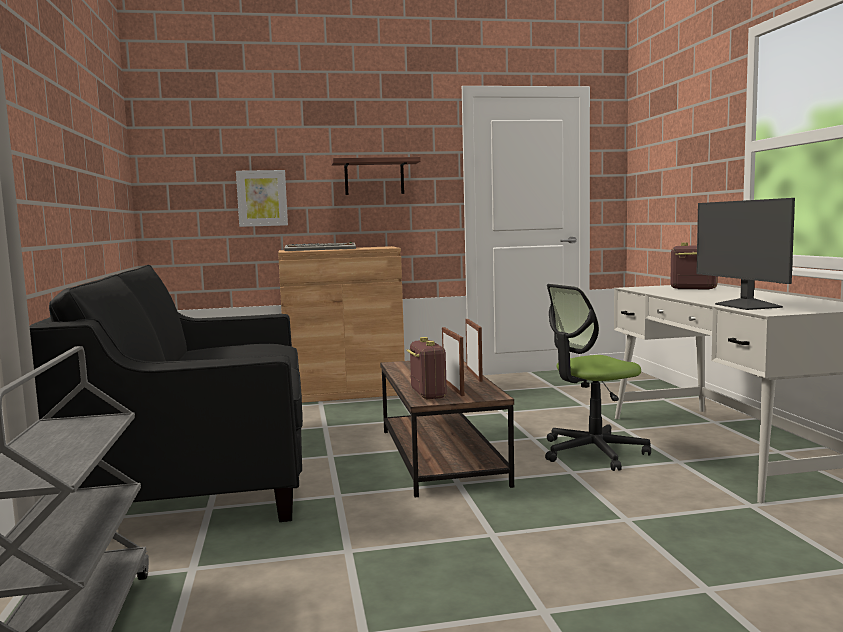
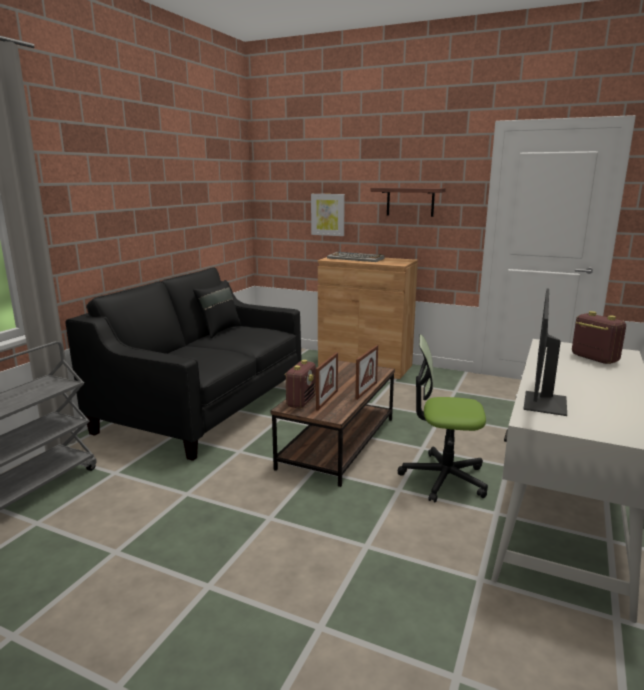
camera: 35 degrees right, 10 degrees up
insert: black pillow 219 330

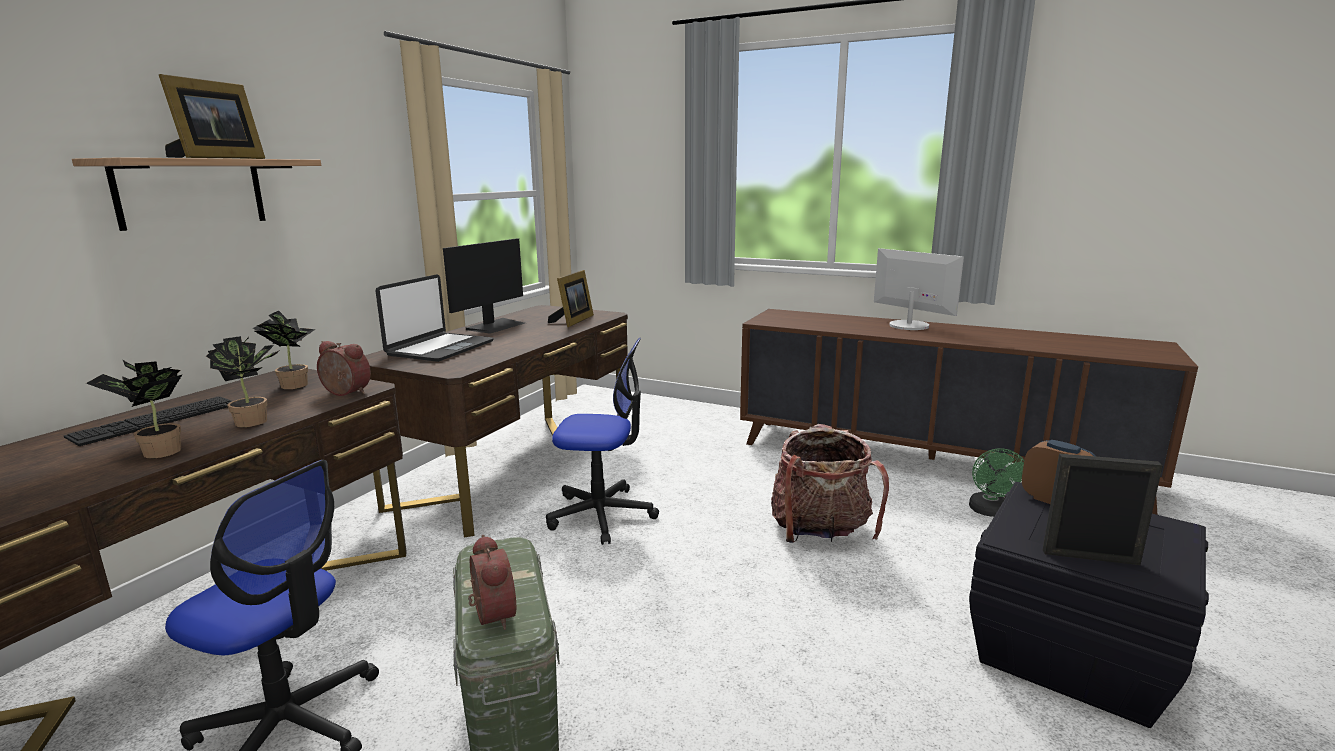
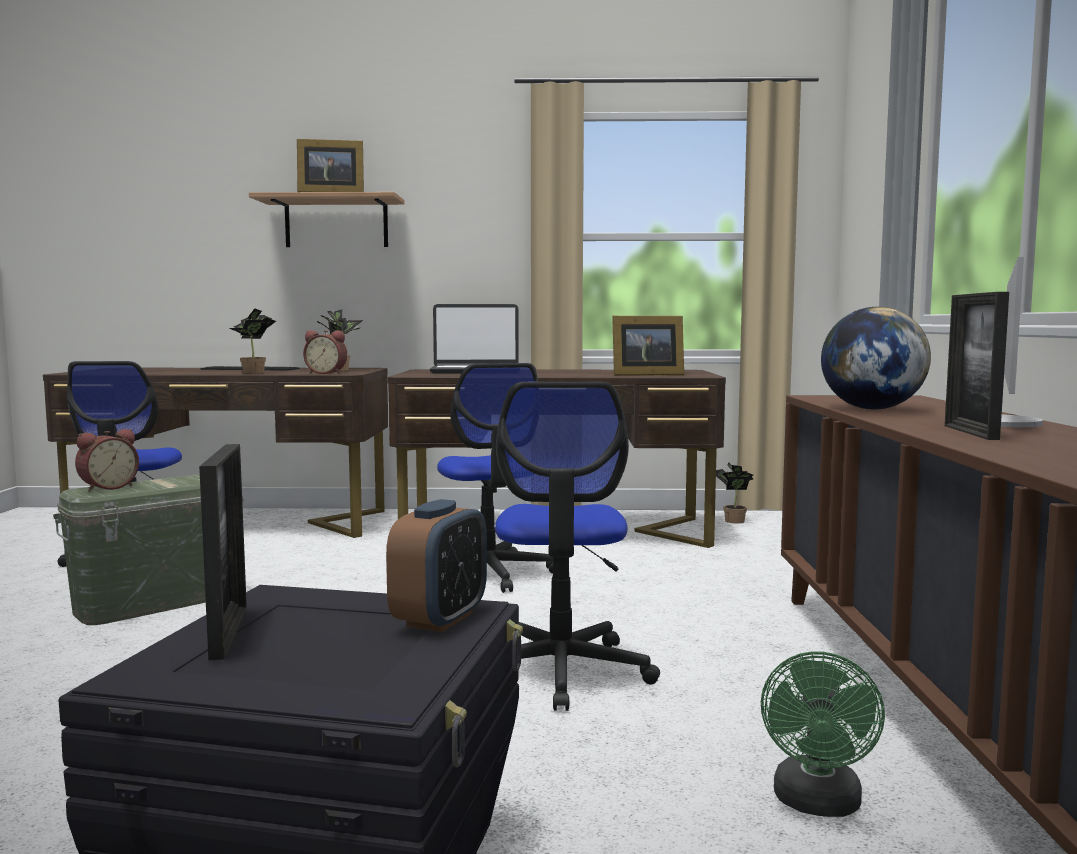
camera: 65 degrees right, 10 degrees down
delete: computer screen 495 326
insert: photo frame 970 432; desk globe 872 409
move: houseplant 156 453 to 731 521
replace: rucksack 820 532 to office chair 561 671
rotate: alarm clock 344 393 = 327 373 105 degrees clockwise; greenish electric fan 990 512 = 817 804 60 degrees counterclockwise

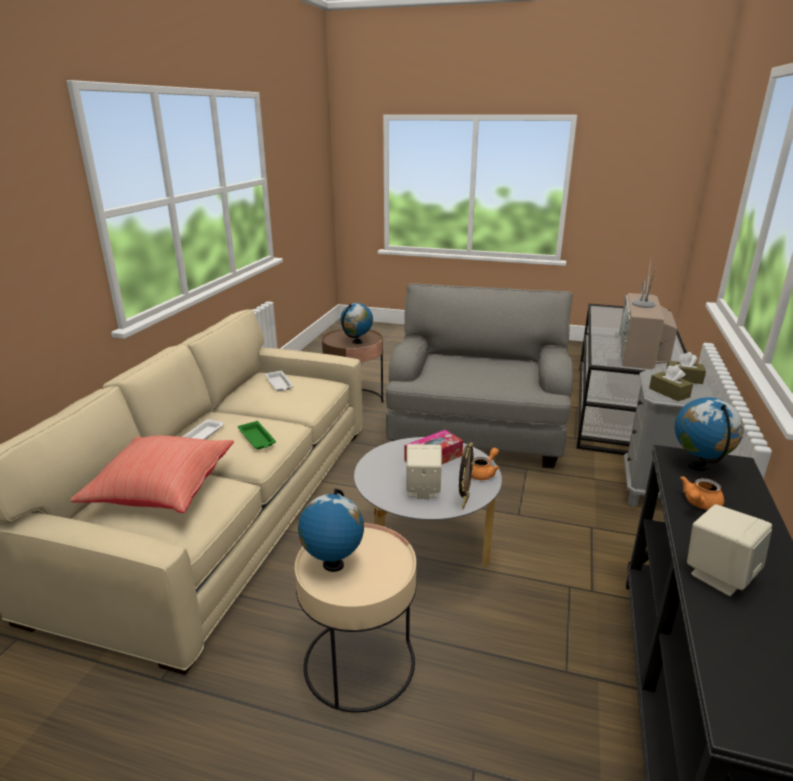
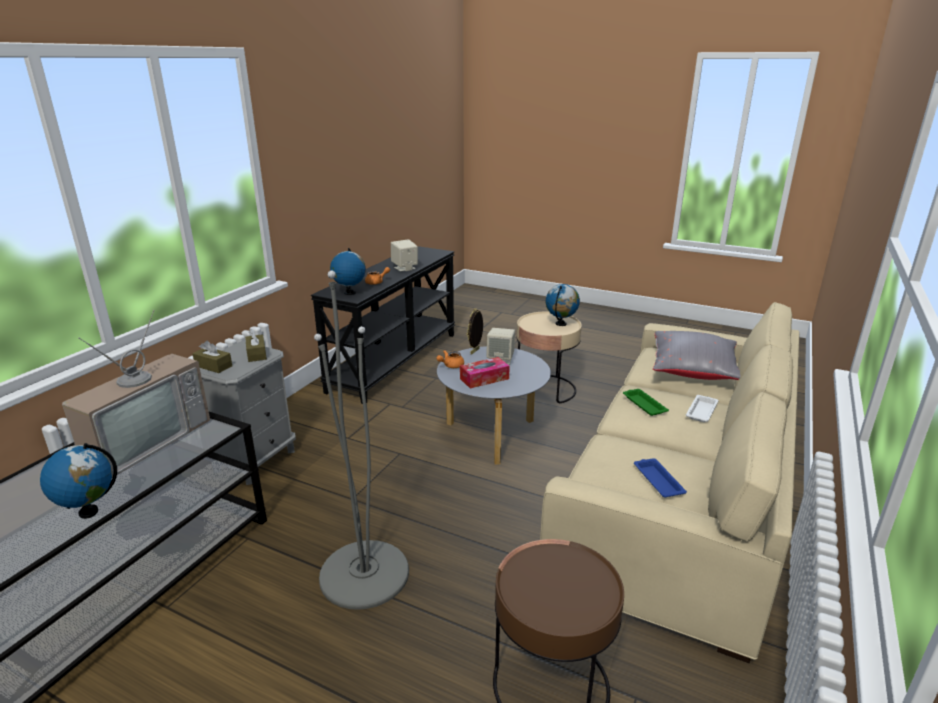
camera: 170 degrees left, 0 degrees up
move: desk globe 357 342 to 88 512
replace: gray easy chair 477 429 to gray floor lamp 364 574
recolor: whitish tray 279 384 to bluish tray 657 480; red pillow 161 491 to gray pillow 694 371

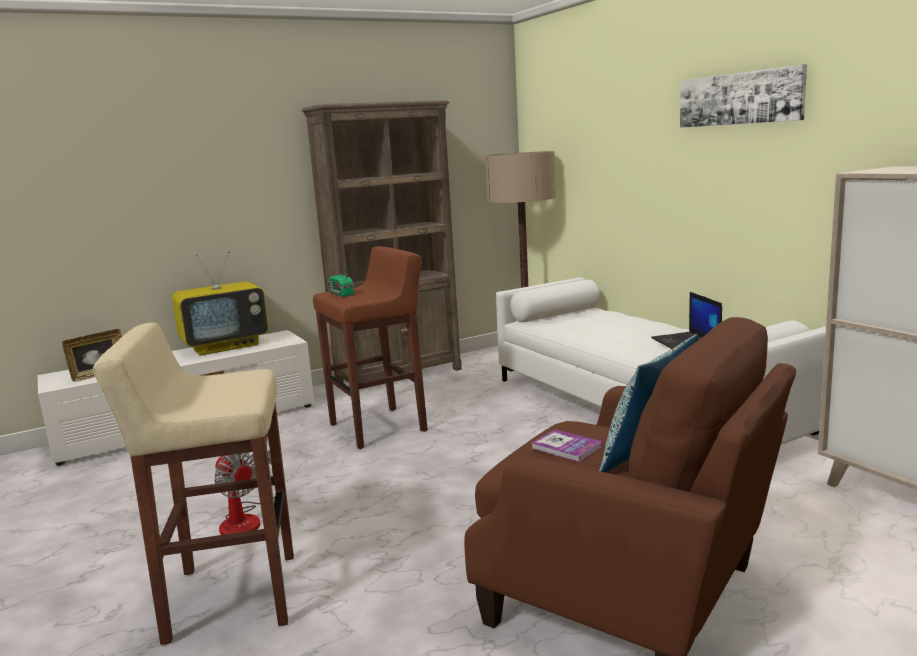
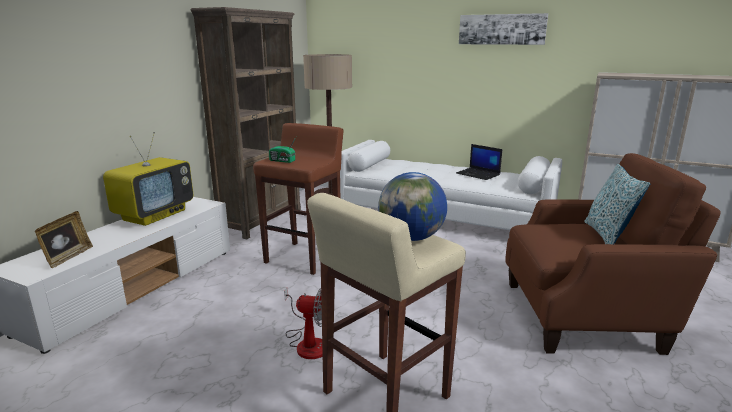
camera: 35 degrees left, 5 degrees up
delete: volume 566 447
insert: desk globe 411 238

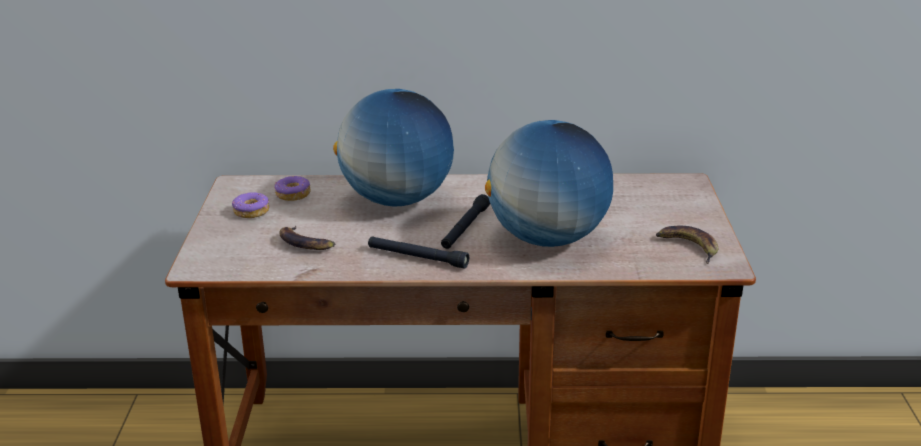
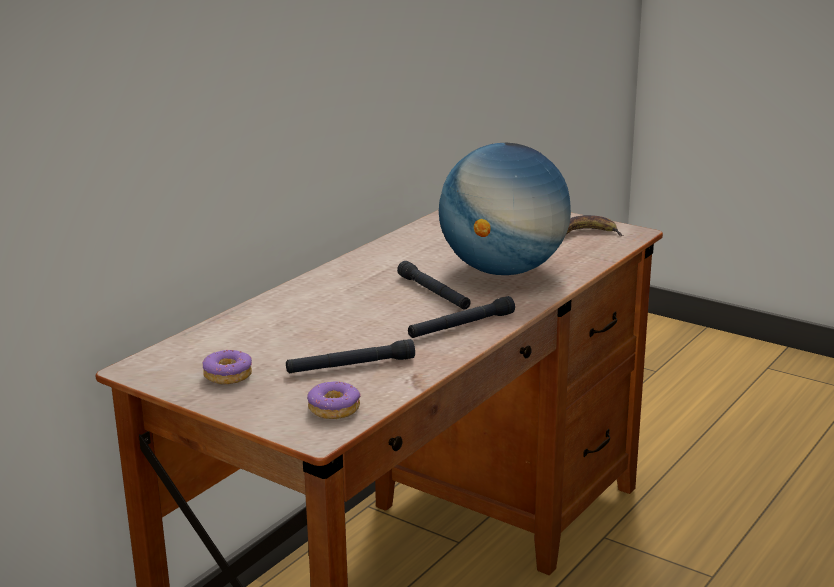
camera: 55 degrees left, 5 degrees down
delete: desk globe 397 200
move: doughnut 293 194 to 334 409
replace: banana 305 243 to black hand torch 350 366

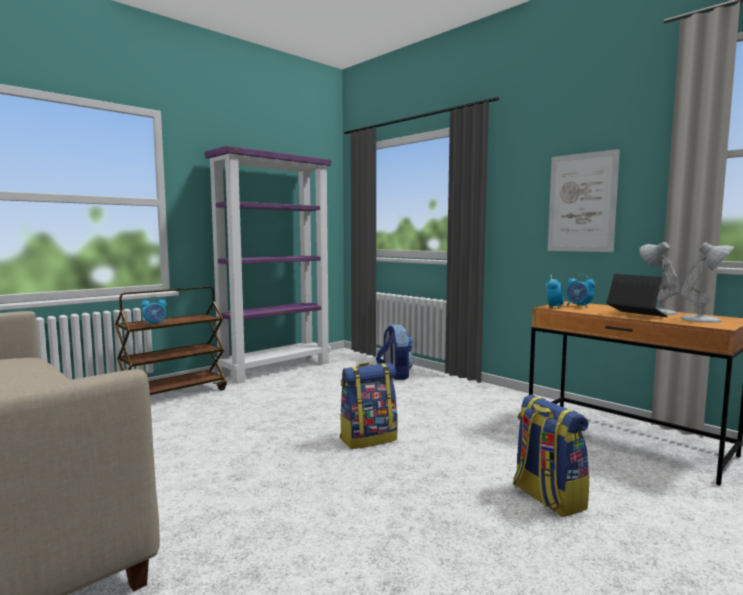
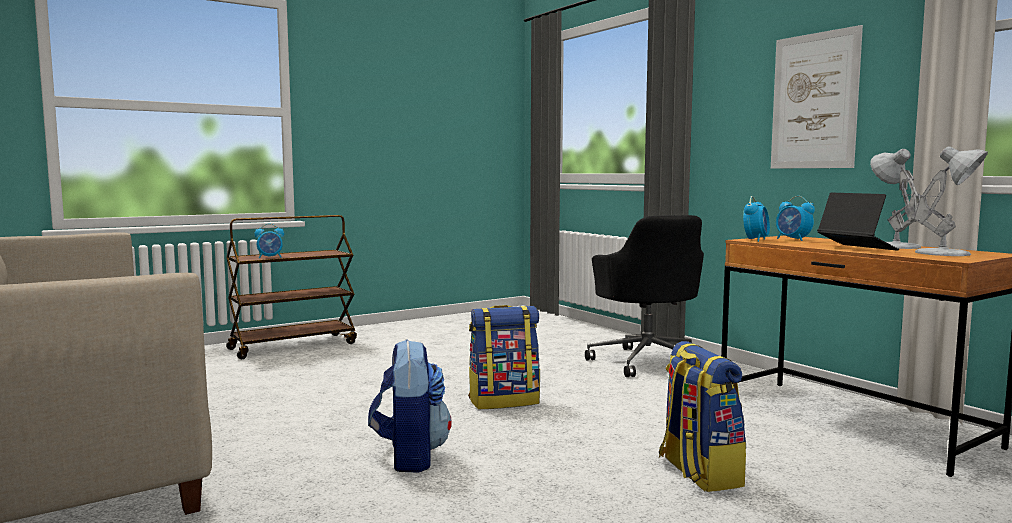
camera: 10 degrees right, 0 degrees up
delete: purplish bookcase 276 368
insert: black office chair 647 361
move: rucksack 395 375 to 409 456

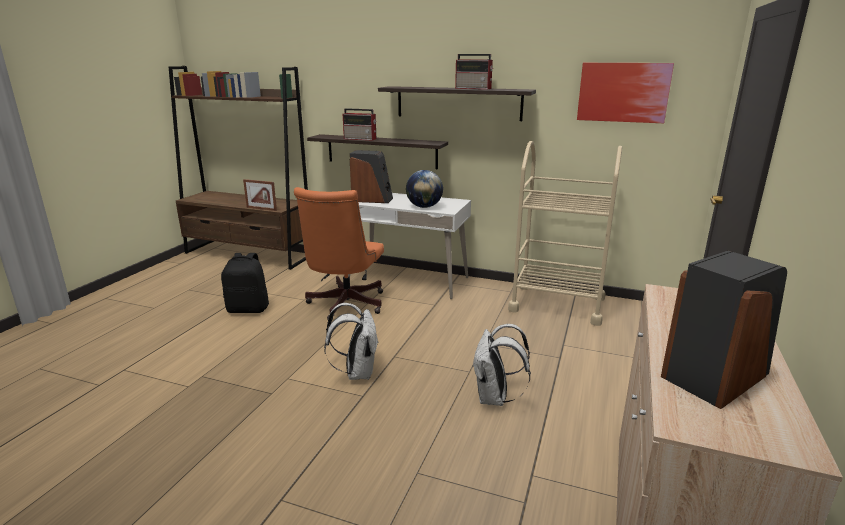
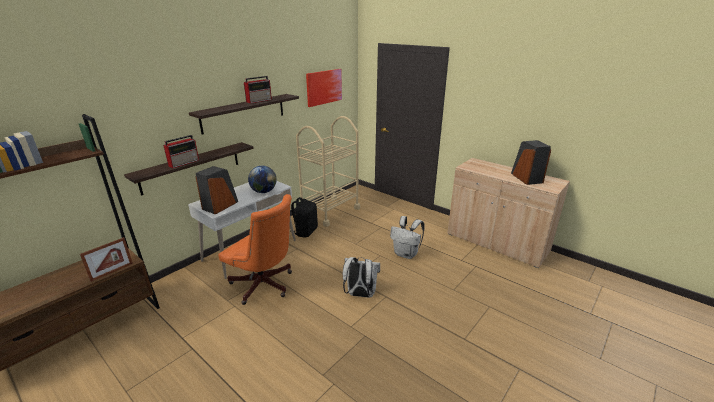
camera: 70 degrees left, 5 degrees up
move: black rucksack 248 309 to 305 231

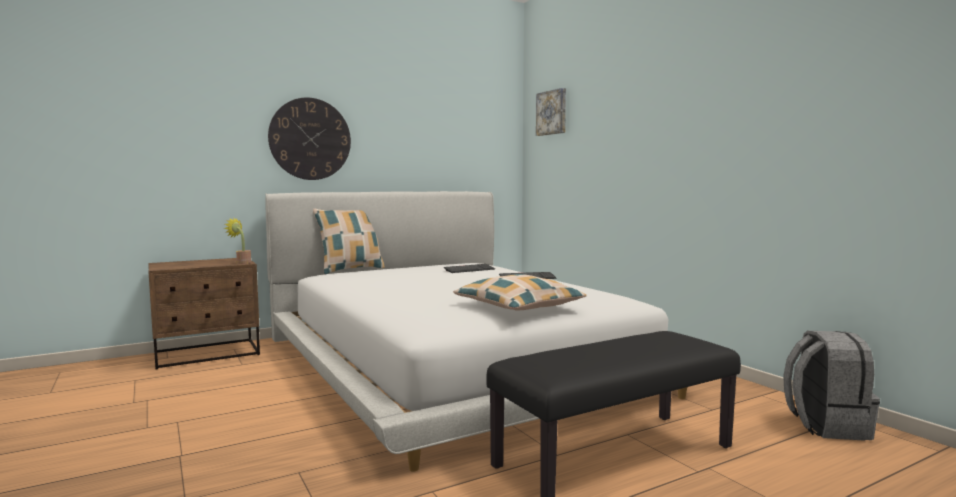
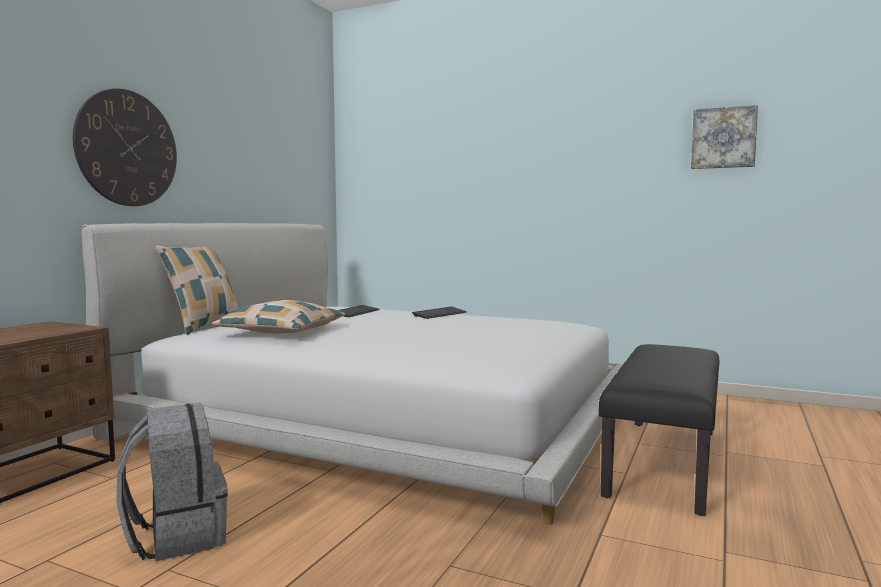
camera: 35 degrees left, 0 degrees up
delete: houseplant 241 262
move: wall art 552 112 to 723 138; pillow 518 307 to 282 332; gray rucksack 825 426 to 177 536

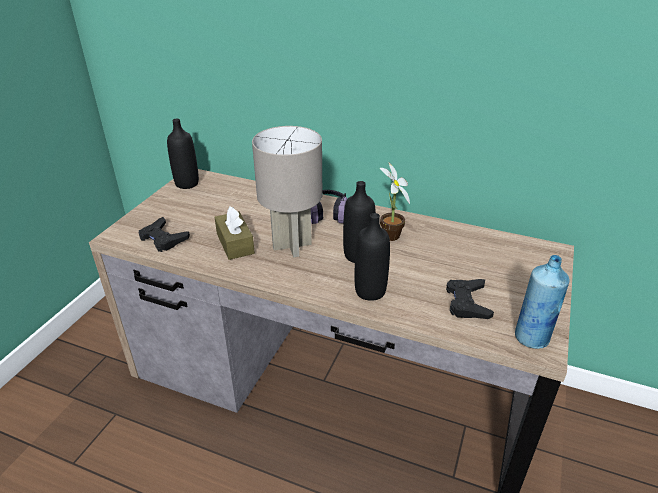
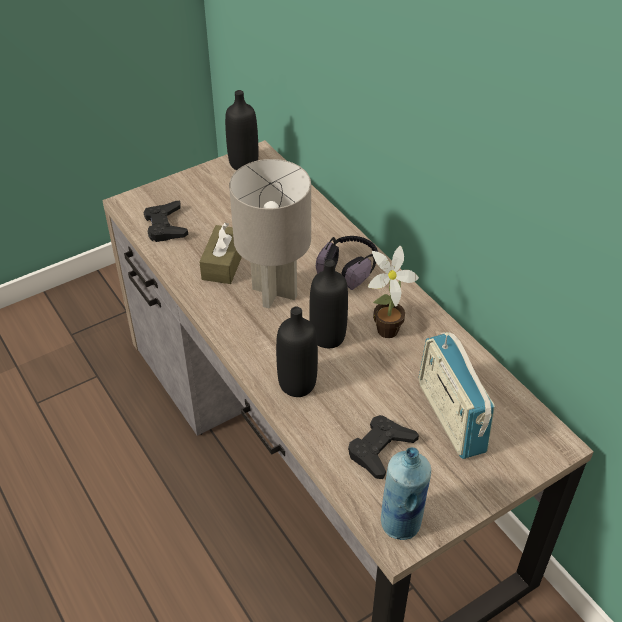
camera: 35 degrees right, 10 degrees up
insert: radio 450 417

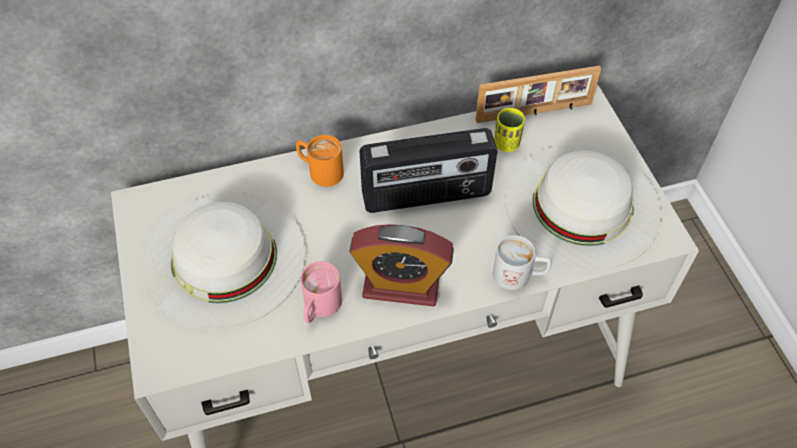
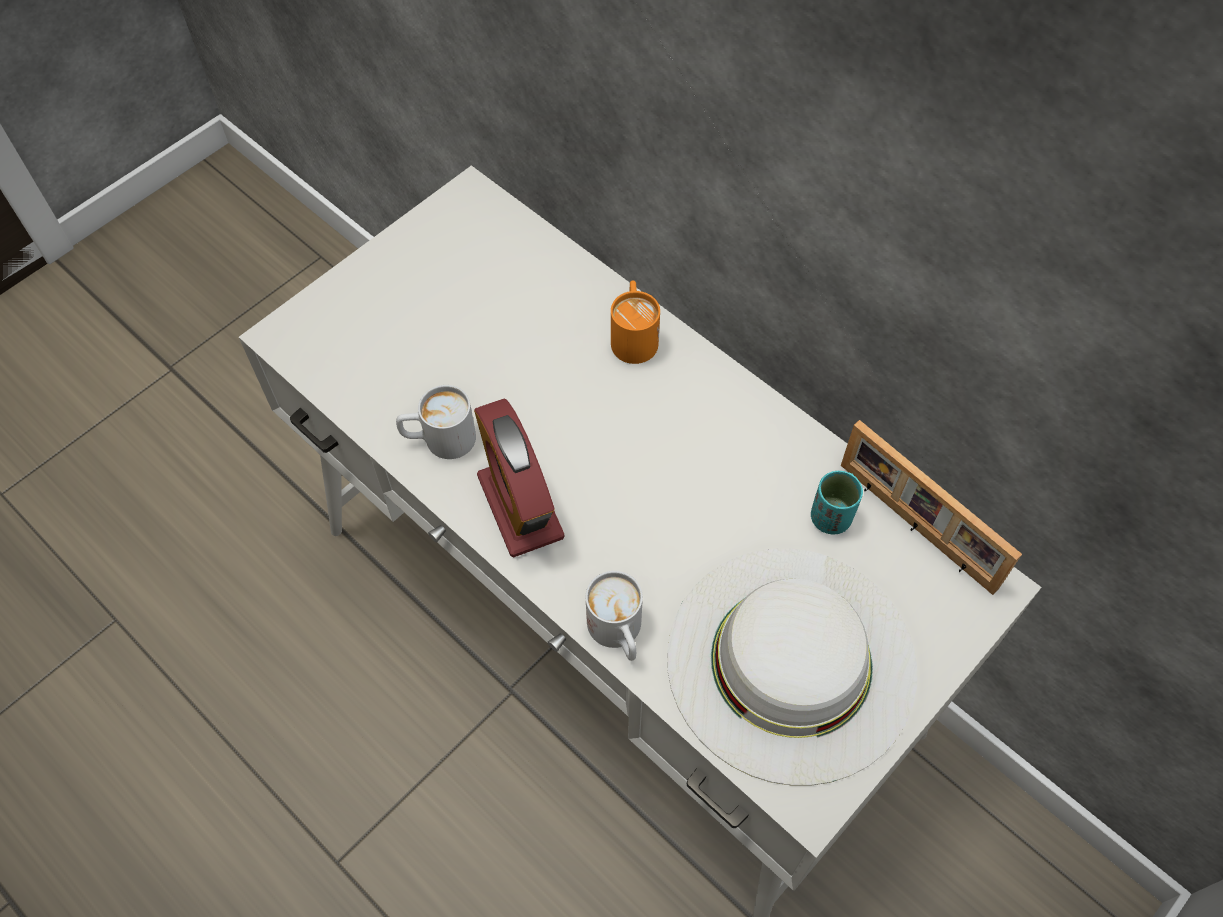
camera: 60 degrees right, 5 degrees up
delete: radio 426 196; whitish hat 224 258
recolor: yellow small cup 506 144 to turquoise-coloured small cup 830 518; pink coffee mug 319 308 to whitish coffee mug 439 439

